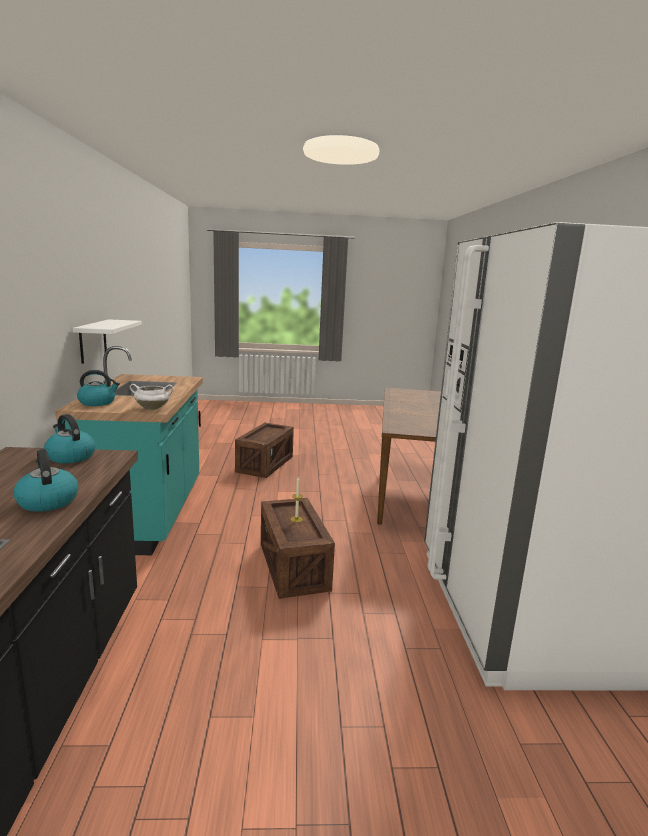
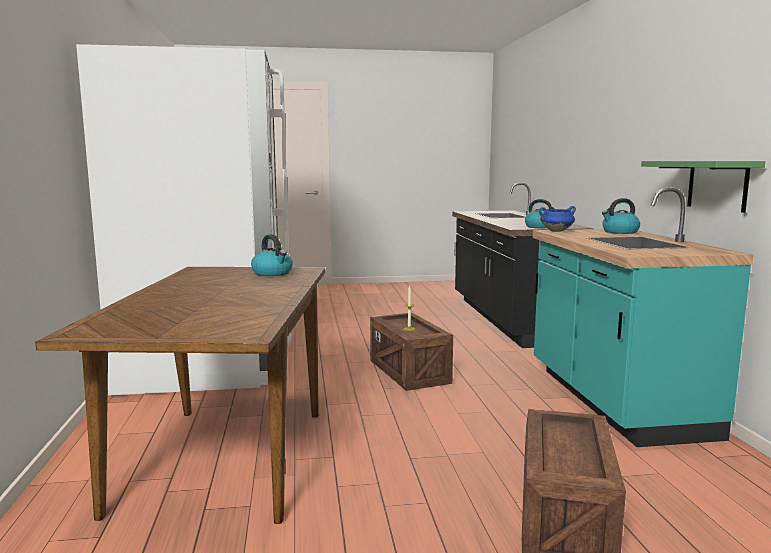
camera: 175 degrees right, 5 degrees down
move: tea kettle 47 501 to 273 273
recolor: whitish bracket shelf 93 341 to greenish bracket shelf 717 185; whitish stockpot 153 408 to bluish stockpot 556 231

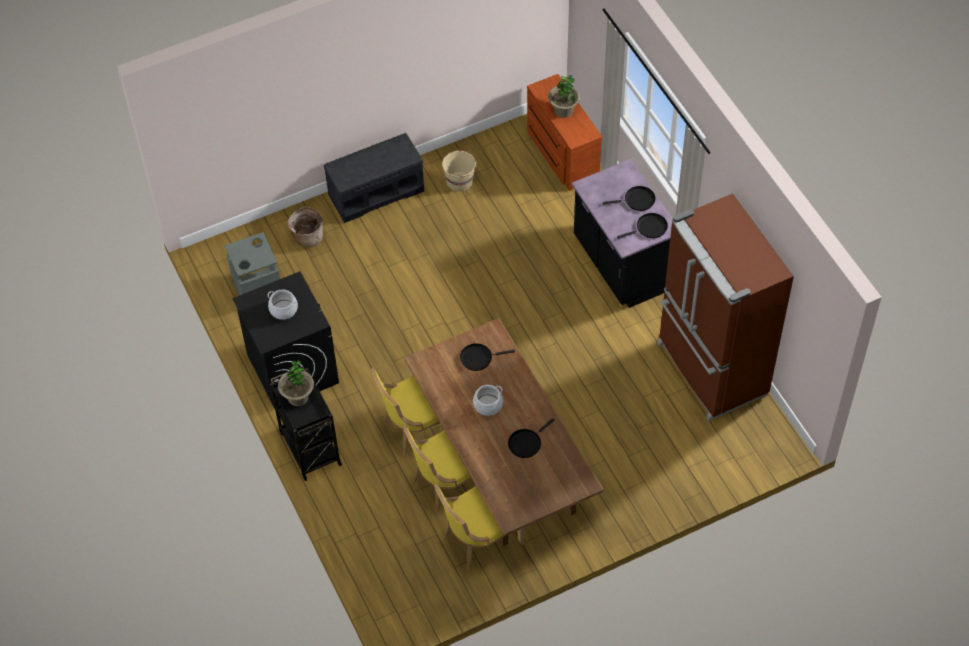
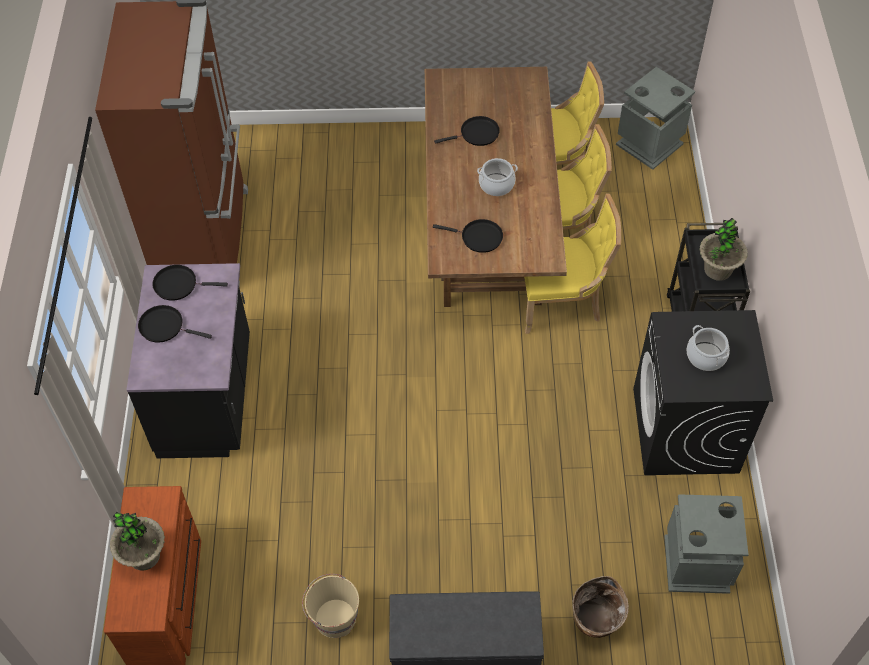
camera: 155 degrees left, 0 degrees up
insert: gray rubbish bin 650 144

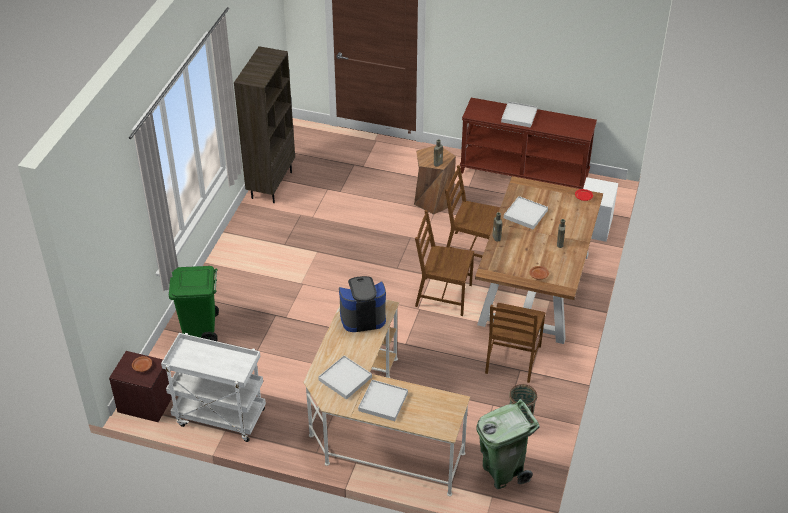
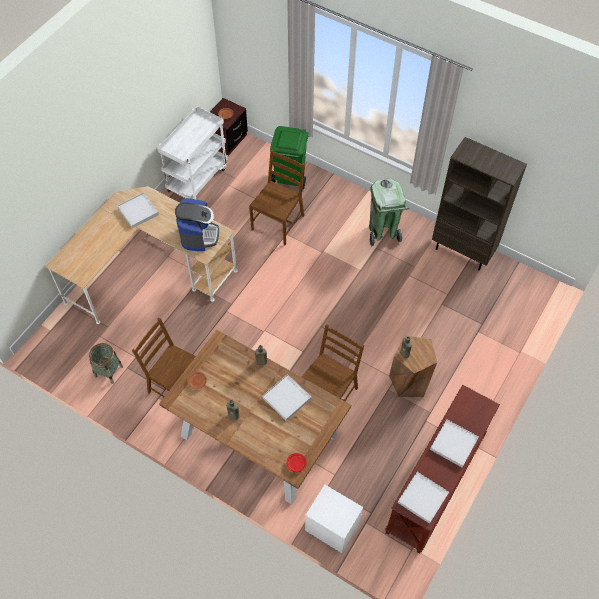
camera: 105 degrees right, 15 degrees up
move: brownish plain chair 443 296 to 278 222; whitish tray 383 402 to 423 498; greenish rubbish bin 503 472 to 383 232

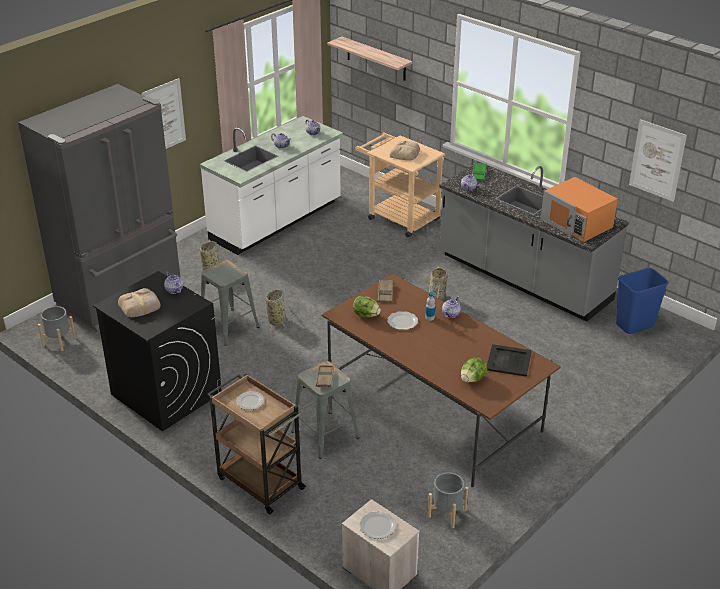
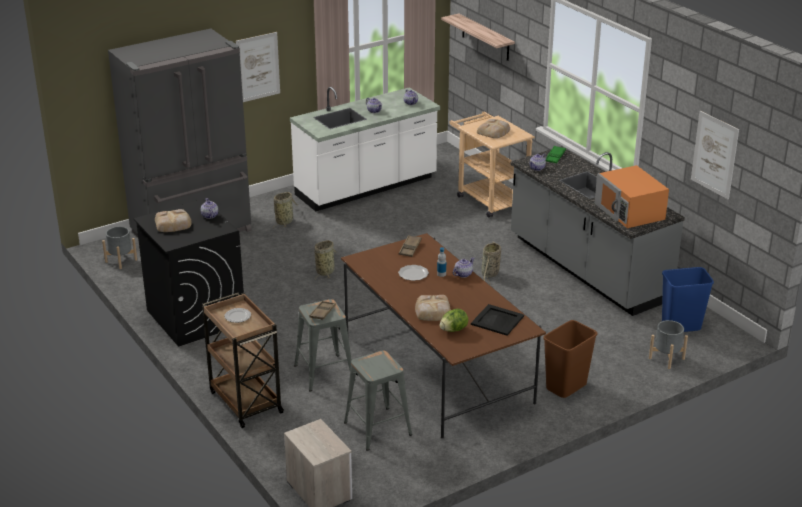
camera: 15 degrees right, 5 degrees down
delete: lettuce head 366 315; plate 377 526
insert: baked bread 432 311; brownish rubbish bin 566 387
move: gray stool 228 327 to 377 428; gray plant pot 446 513 to 666 358

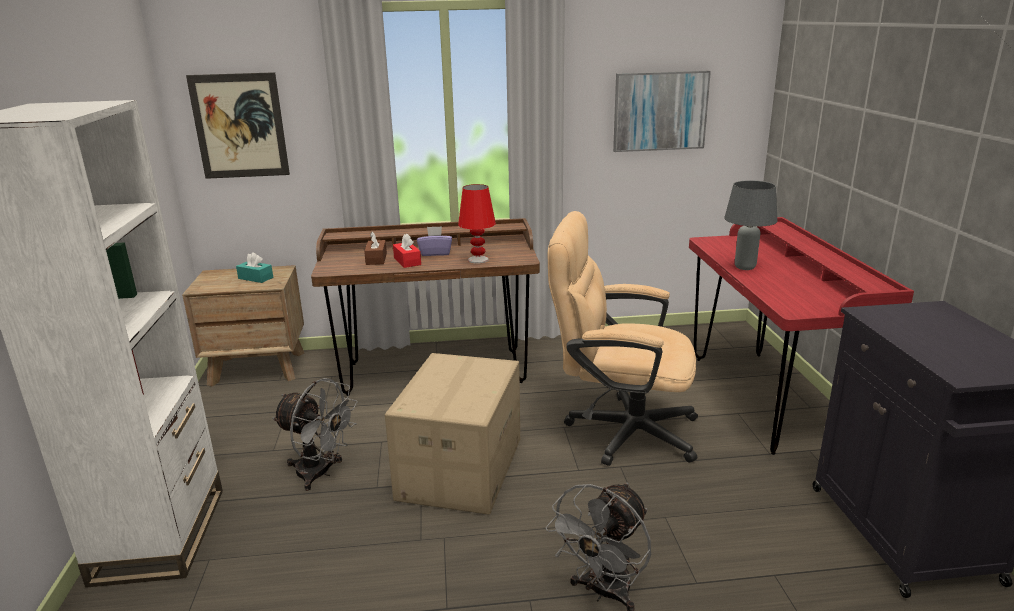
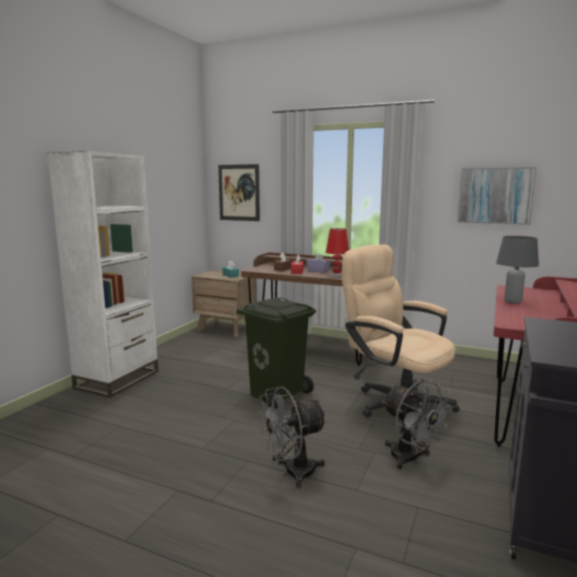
camera: 30 degrees right, 10 degrees down
move: gray electric fan 321 473 to 410 459
replace: cardboard box 459 468 to greenish rubbish bin 277 393

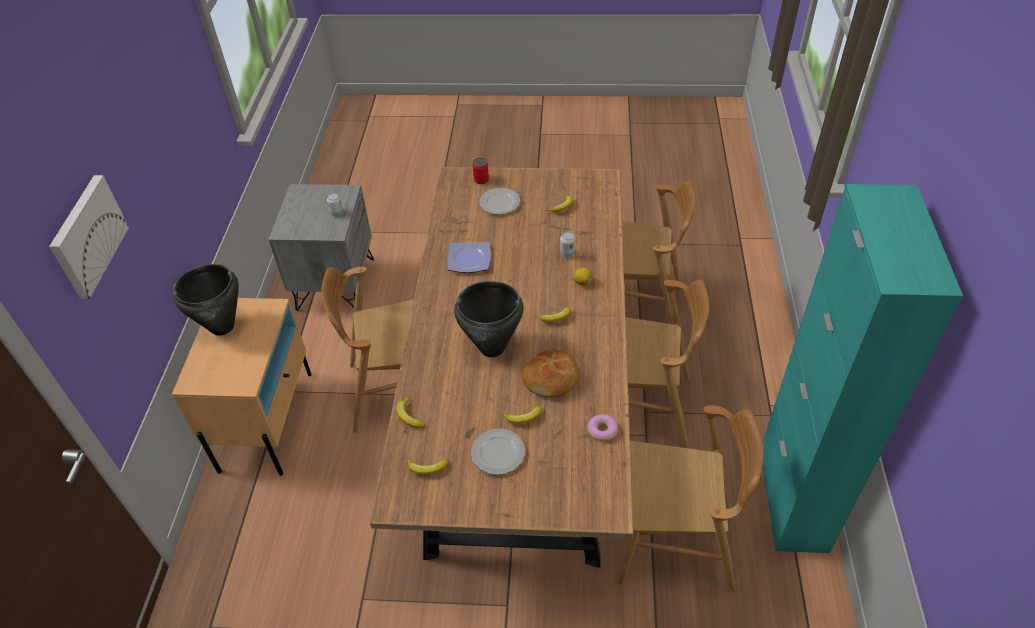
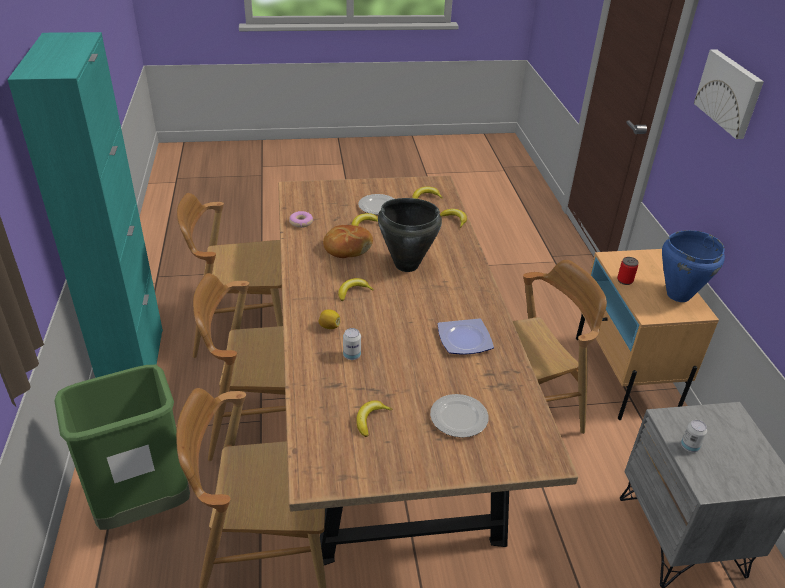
camera: 165 degrees right, 10 degrees down
insert: greenish rubbish bin 144 507
move: can 481 180 to 625 280
recolor: black stockpot 222 327 to bluish stockpot 677 295

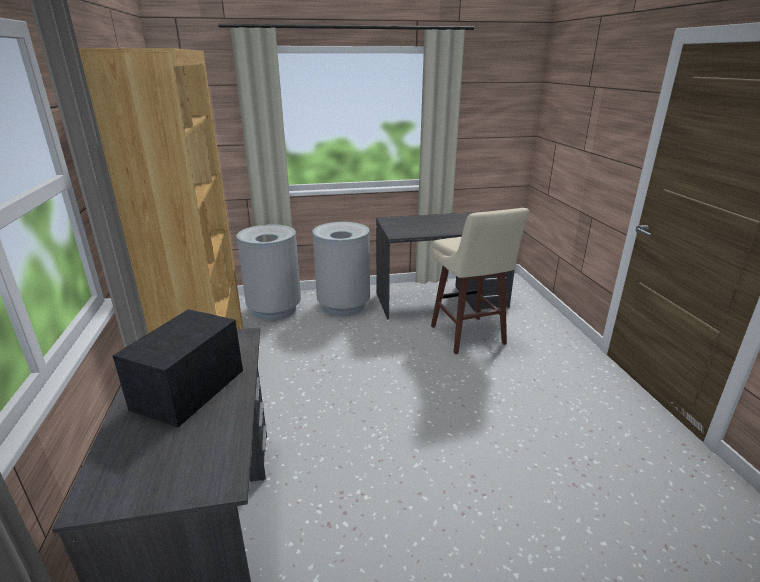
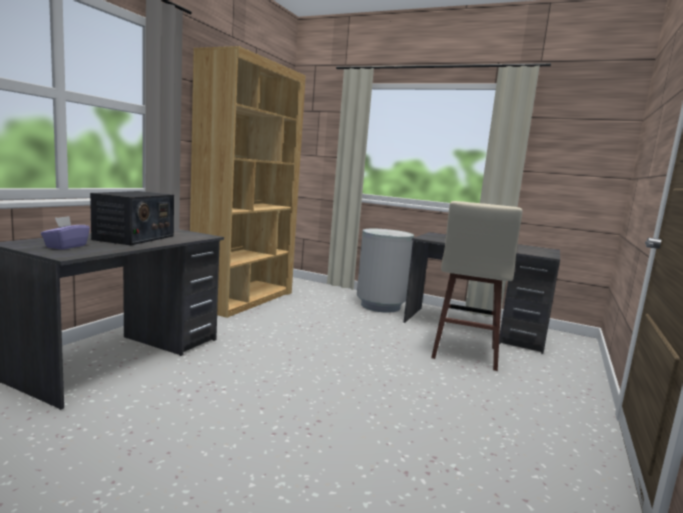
camera: 35 degrees right, 15 degrees down
delete: gray rubbish bin 274 309
insert: purplish tissue holder 66 246
rotate: radio 189 389 = 134 238 135 degrees clockwise

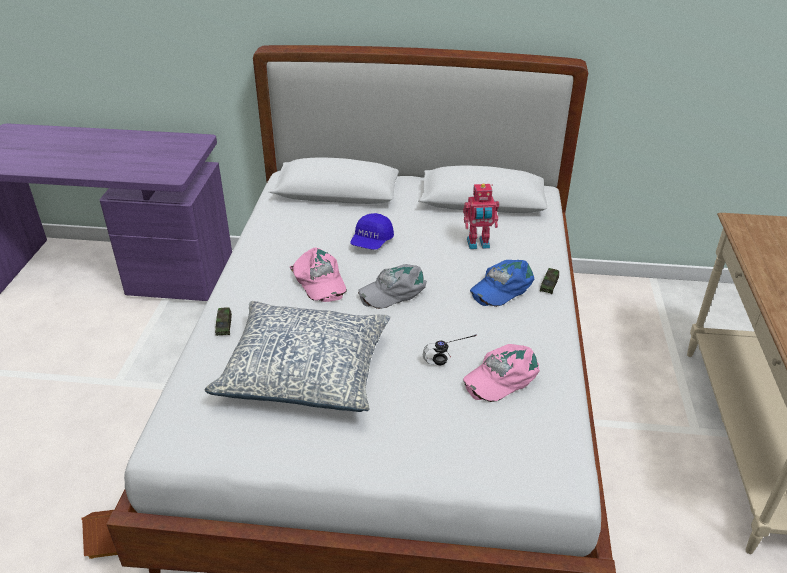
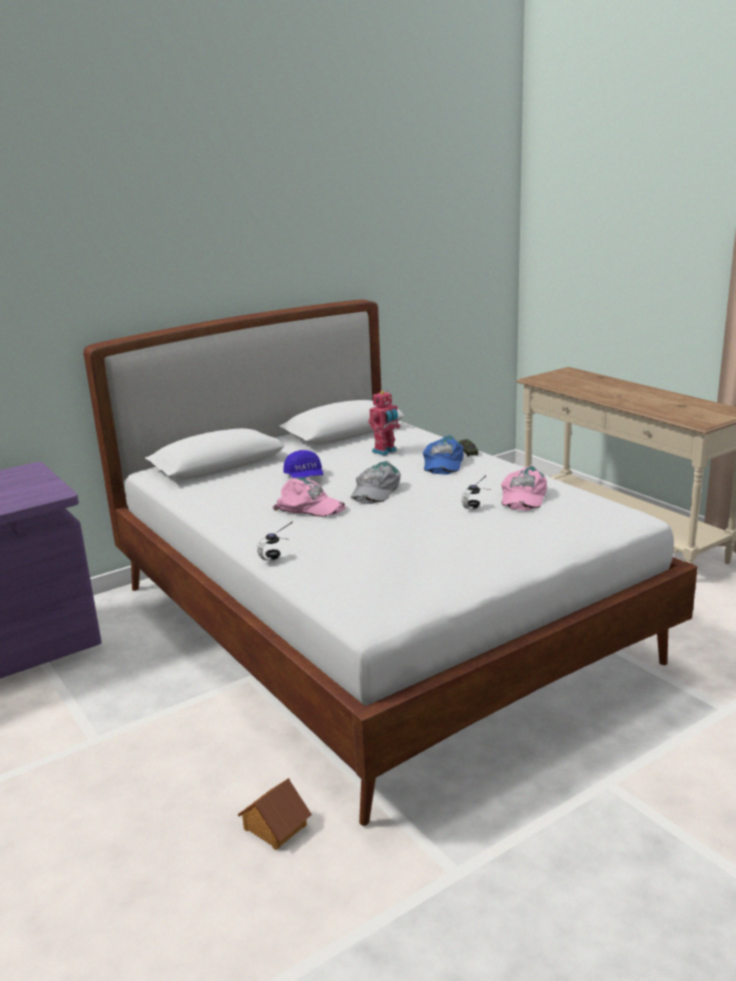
camera: 40 degrees left, 15 degrees down
delete: pillow 305 371
replace: model car 224 326 to headset 283 555

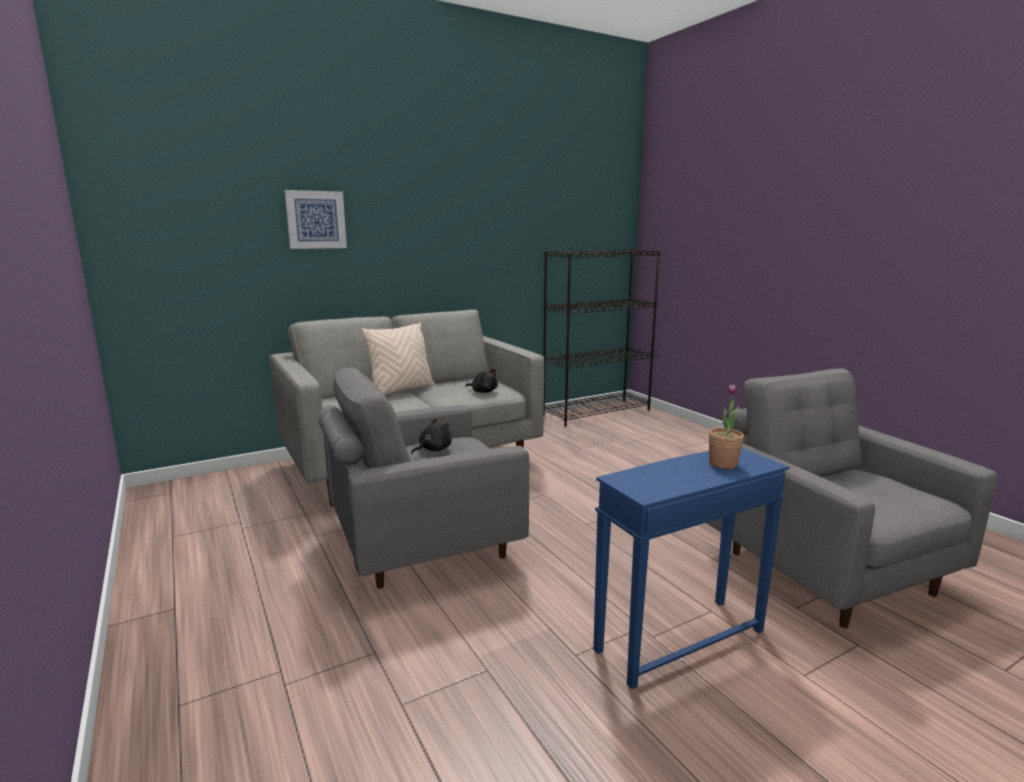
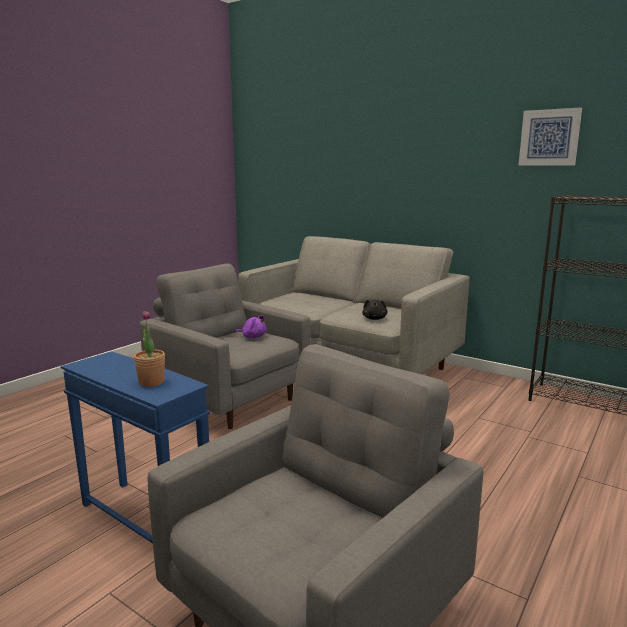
camera: 65 degrees right, 0 degrees up
delete: beige-coloured pillow 401 390
move: wall art 316 220 to 549 137
recolor: black soft toy 433 450 to purplish soft toy 253 337

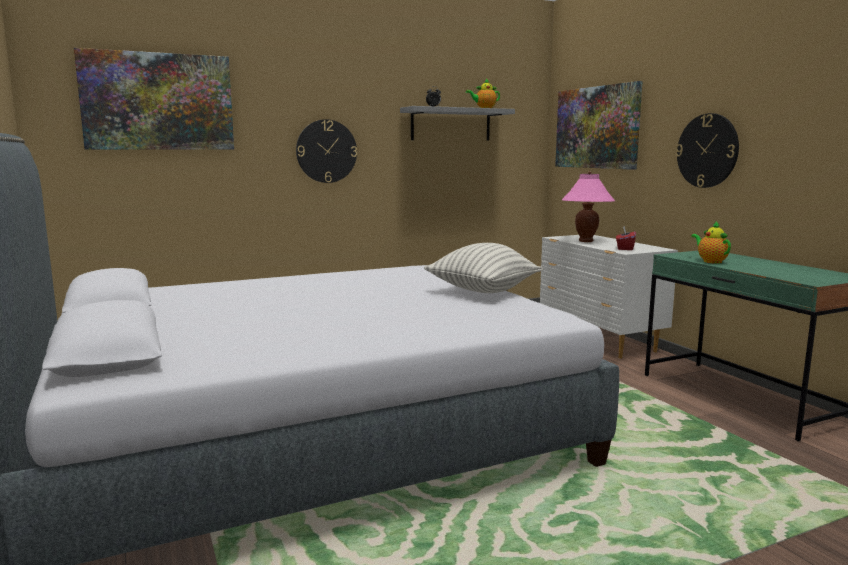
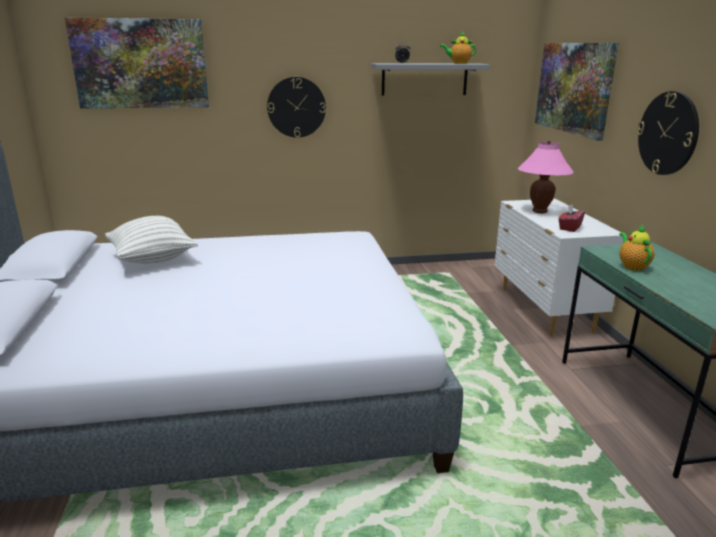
camera: 15 degrees right, 10 degrees up
move: pillow 482 292 to 153 259

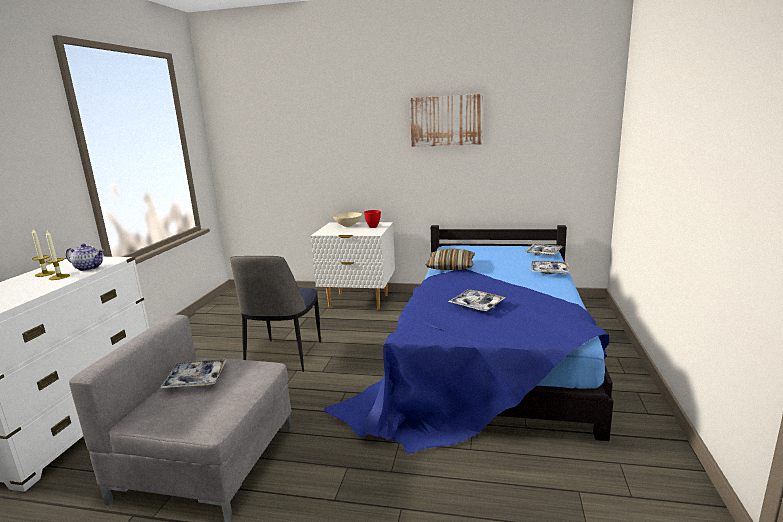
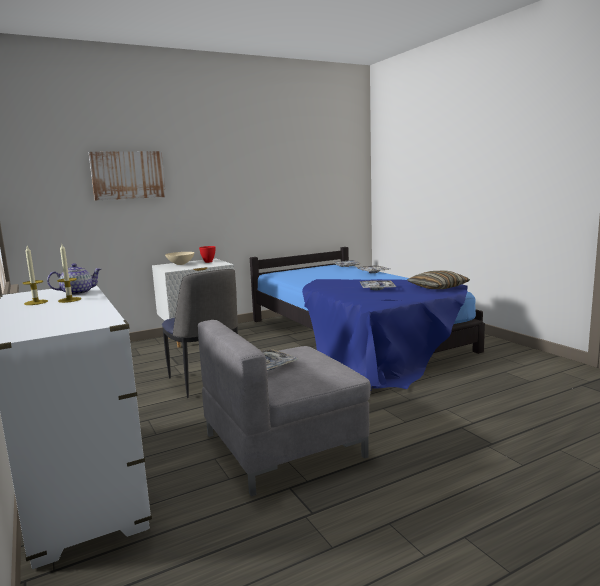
camera: 40 degrees left, 5 degrees down
move: wall art 446 121 to 128 175; pillow 450 267 to 438 287

